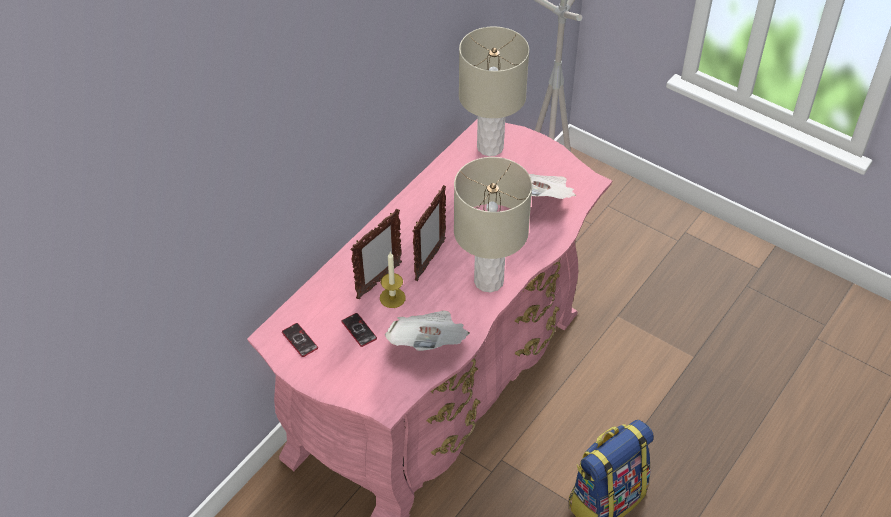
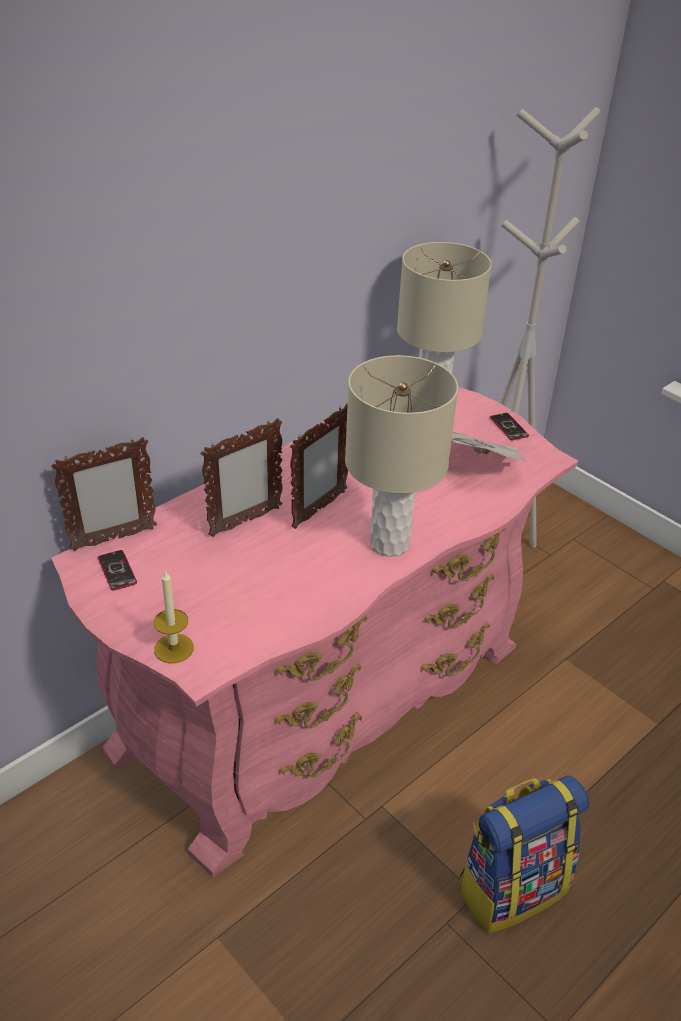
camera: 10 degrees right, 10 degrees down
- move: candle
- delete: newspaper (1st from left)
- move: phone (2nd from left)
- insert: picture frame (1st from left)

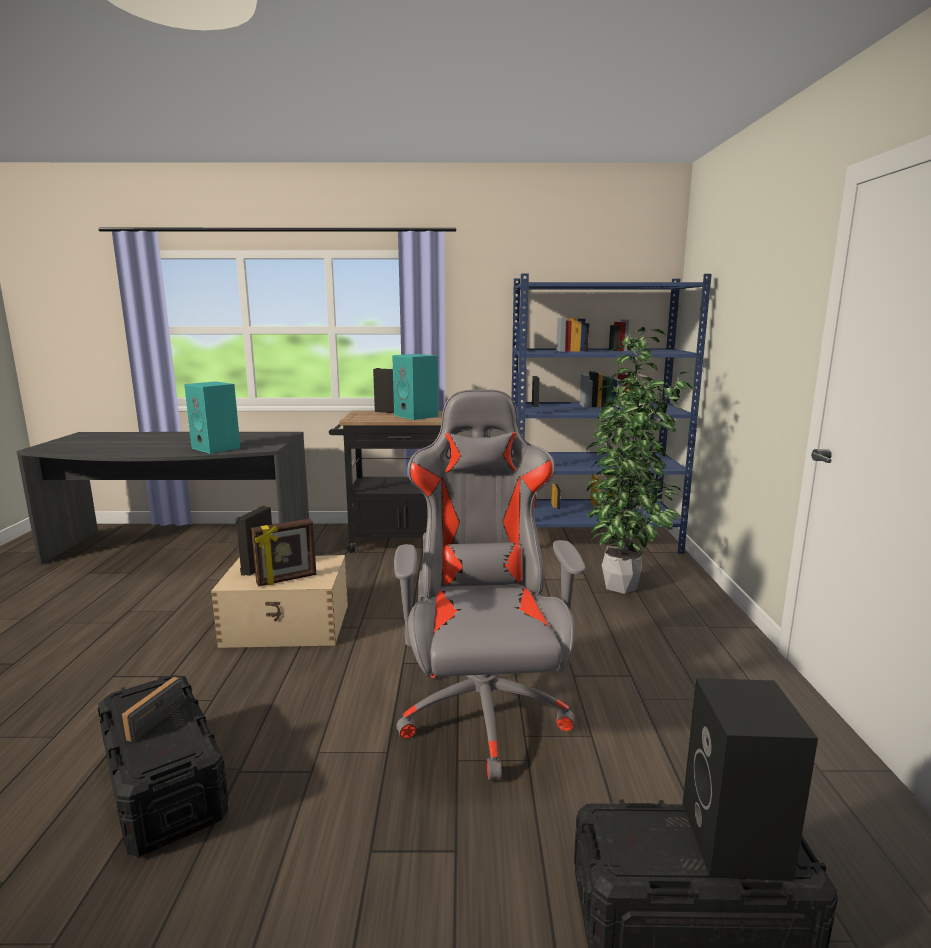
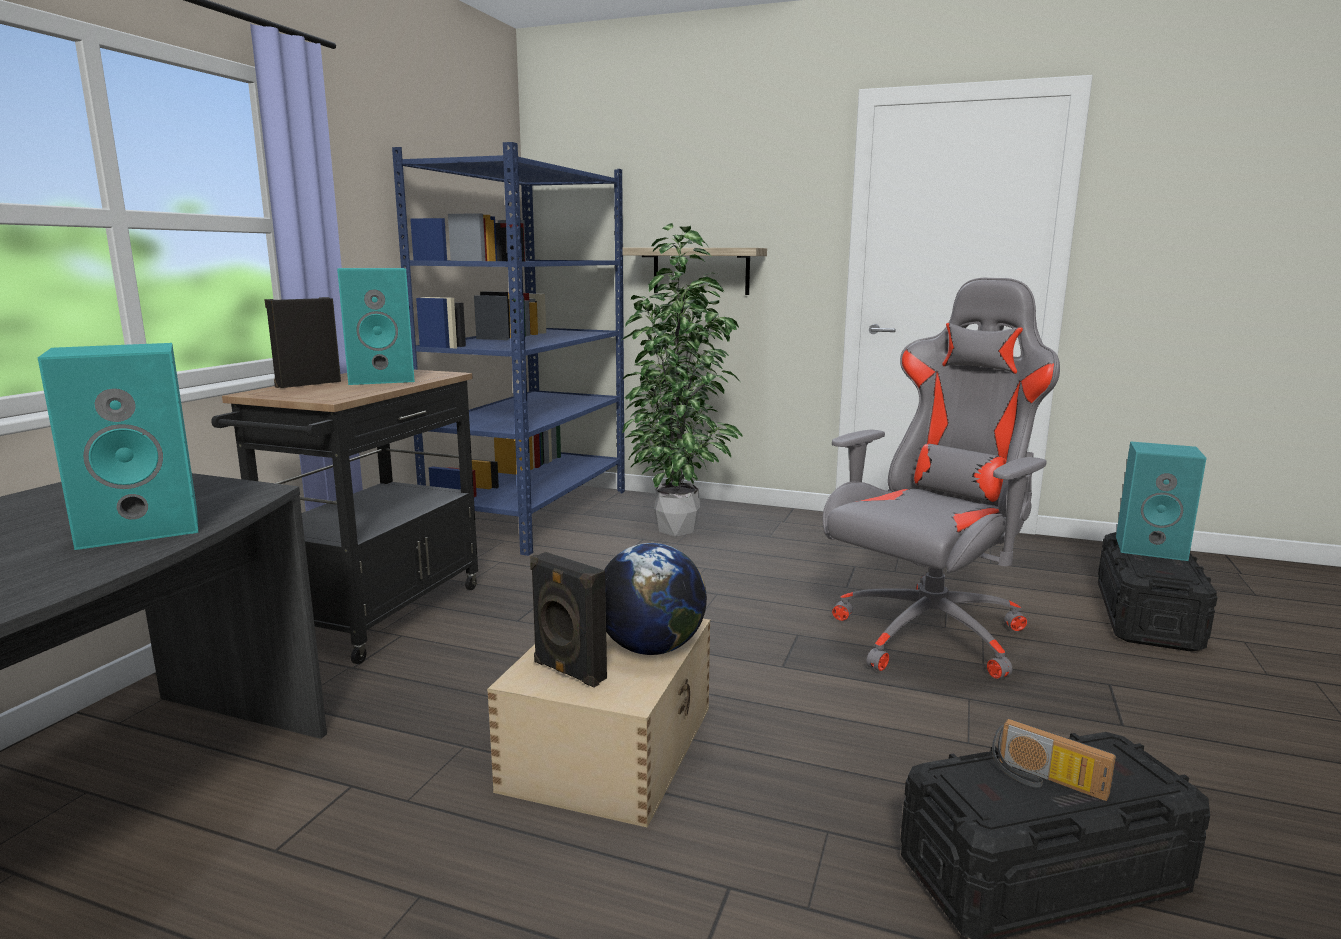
camera: 70 degrees left, 0 degrees up
- rotate: grey office chair 120 degrees clockwise
- replace: picture frame to globe
- recolor: black speaker (3rd from left) to turquoise speaker (3rd from left)
- insert: shelf

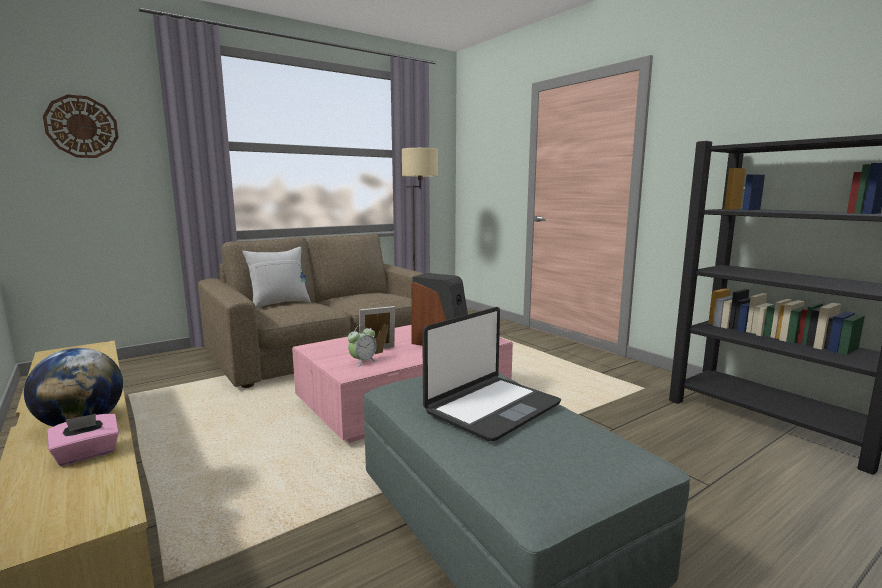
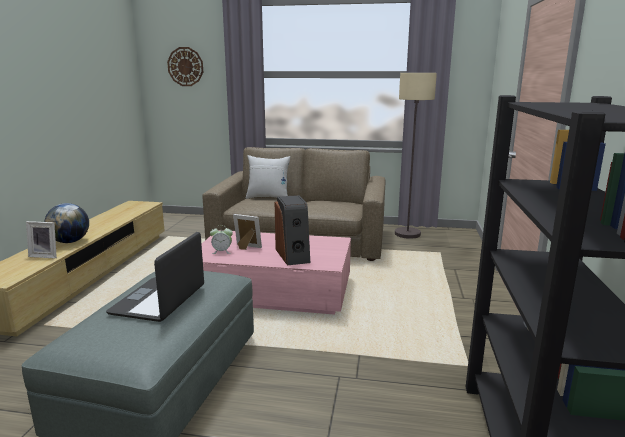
camera: 45 degrees right, 5 degrees up
- rotate: laptop 105 degrees clockwise
- replace: pink tissue box to picture frame (1st from left)

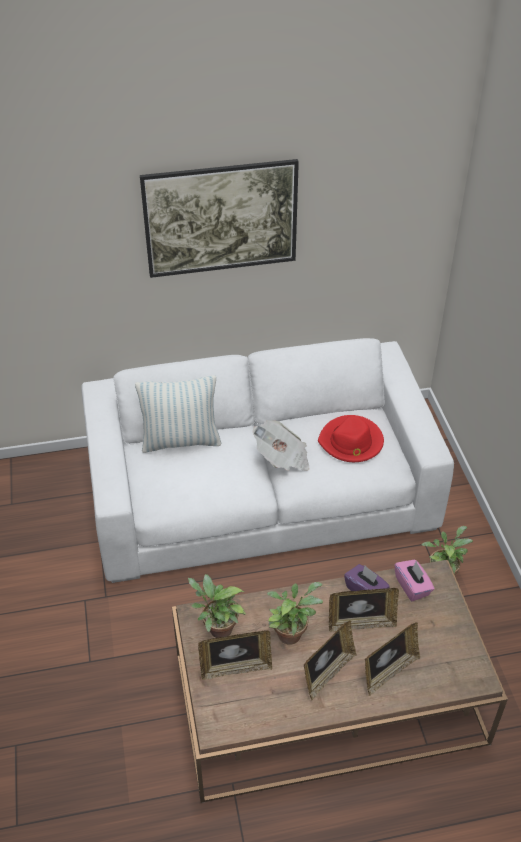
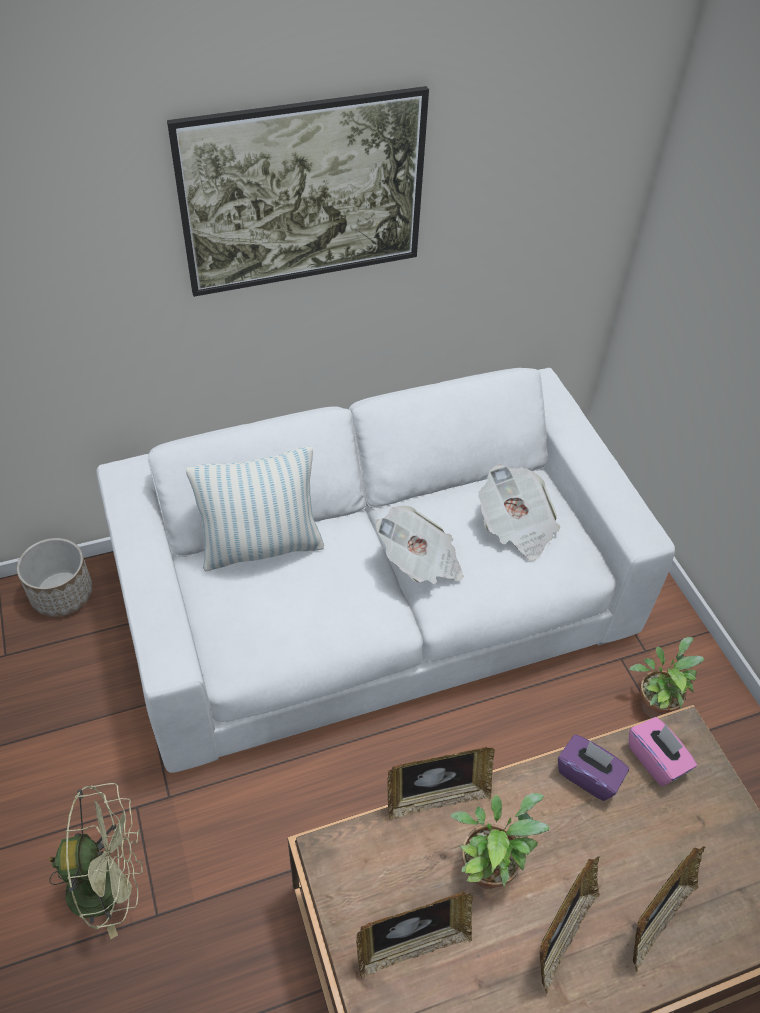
camera: 10 degrees left, 5 degrees up
- replace: red hat to newspaper (2nd from left)
- delete: potted plant (1st from left)
- move: picture frame (3rd from left in the first image) to picture frame (2nd from left)
- insert: planter
- insert: green fan

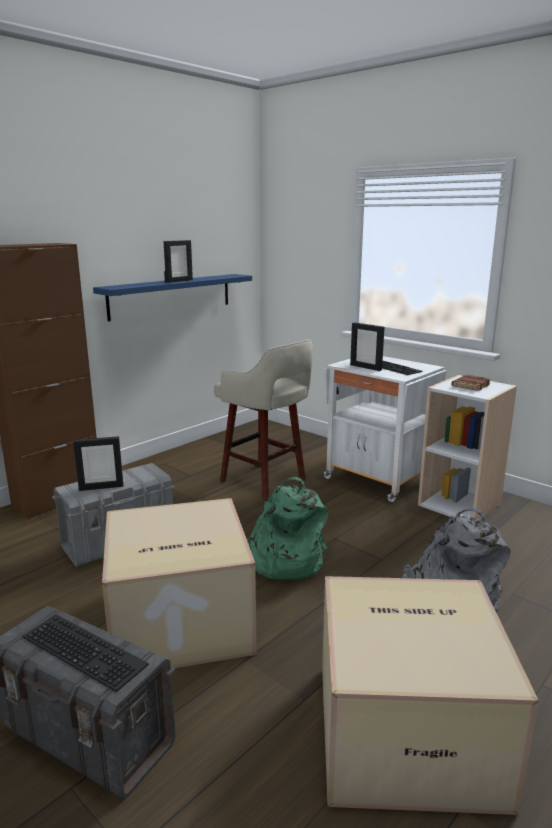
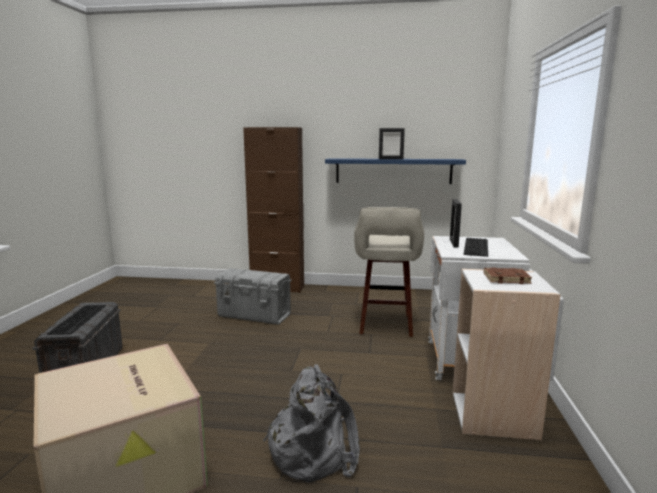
camera: 55 degrees right, 5 degrees down
- delete: picture frame (1st from left)
- delete: green backpack
- delete: cardboard box (1st from left)

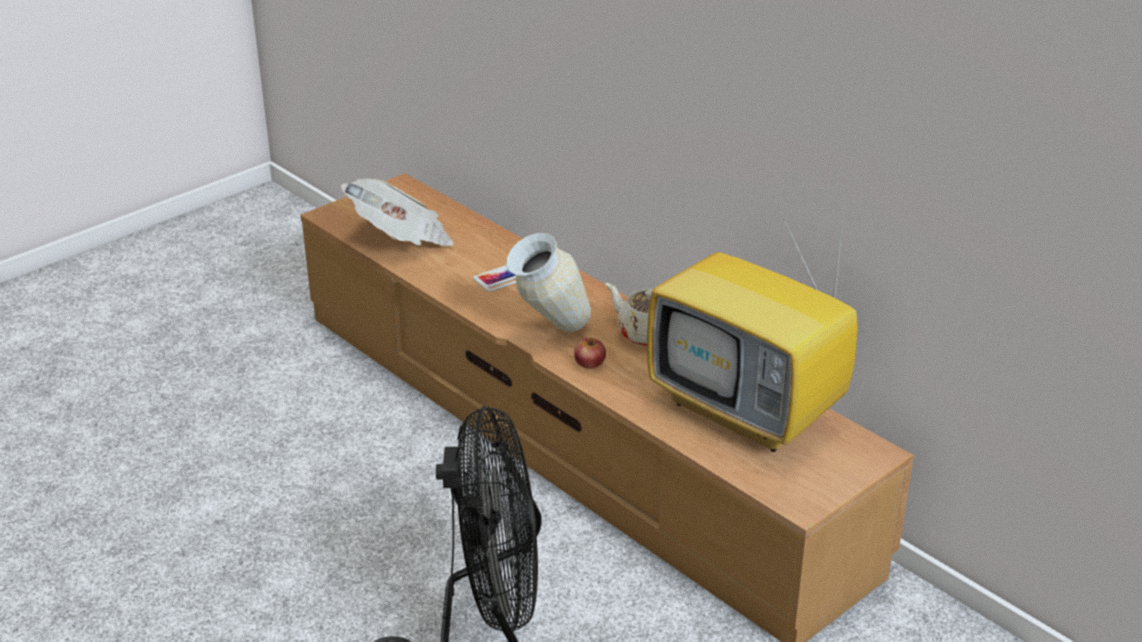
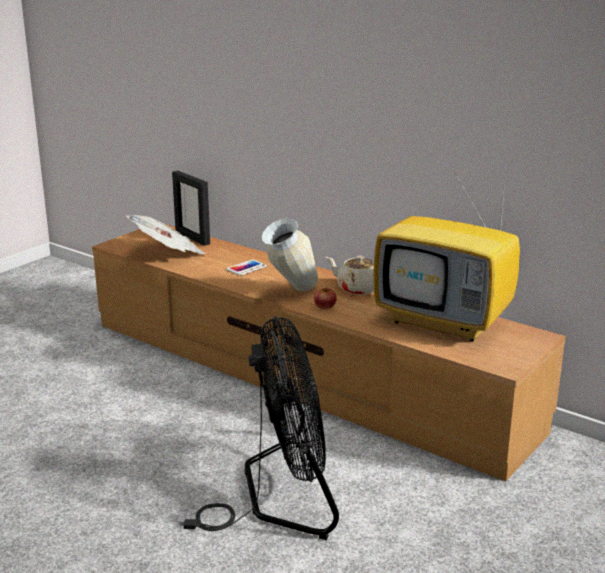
camera: 10 degrees left, 10 degrees down
- insert: picture frame

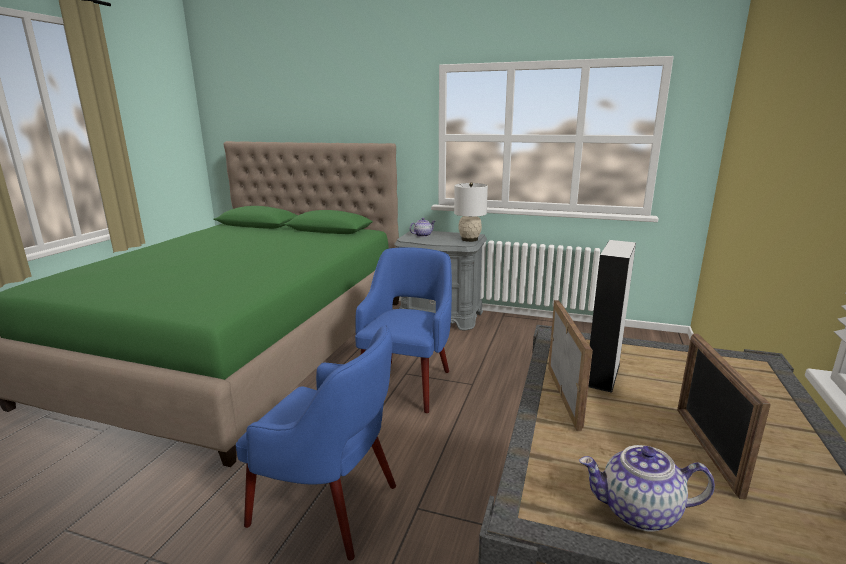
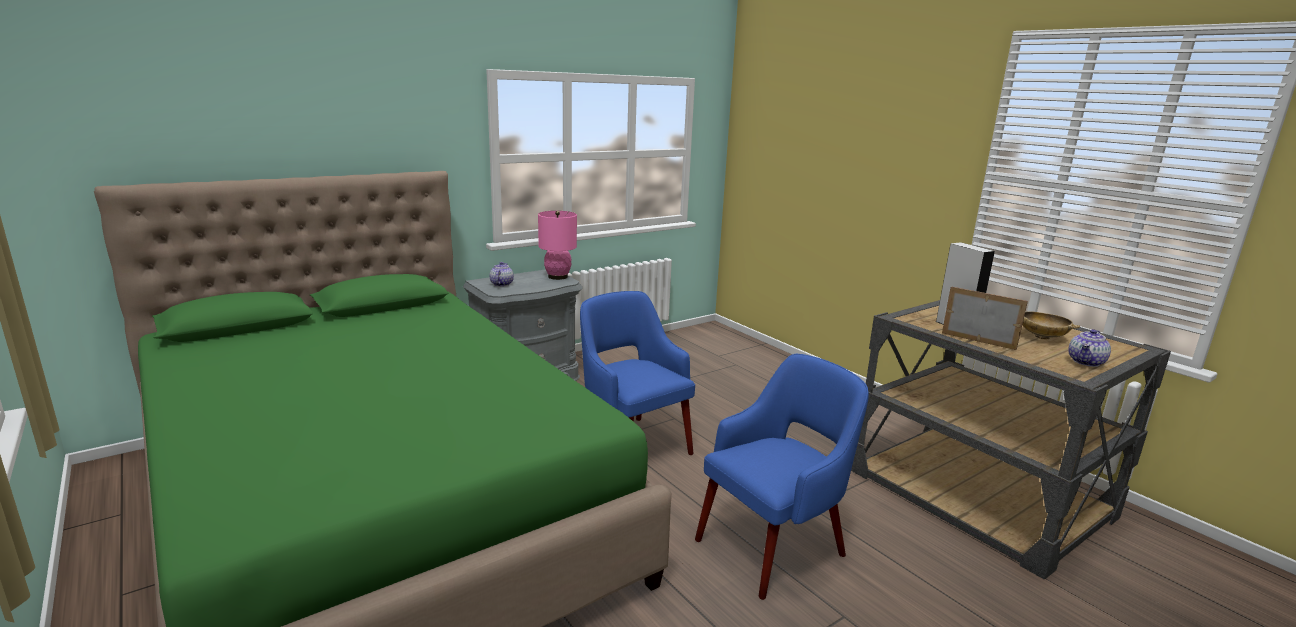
camera: 55 degrees left, 0 degrees up
- recolor: white table lamp to pink table lamp
- replace: picture frame (2nd from left) to beige bowl

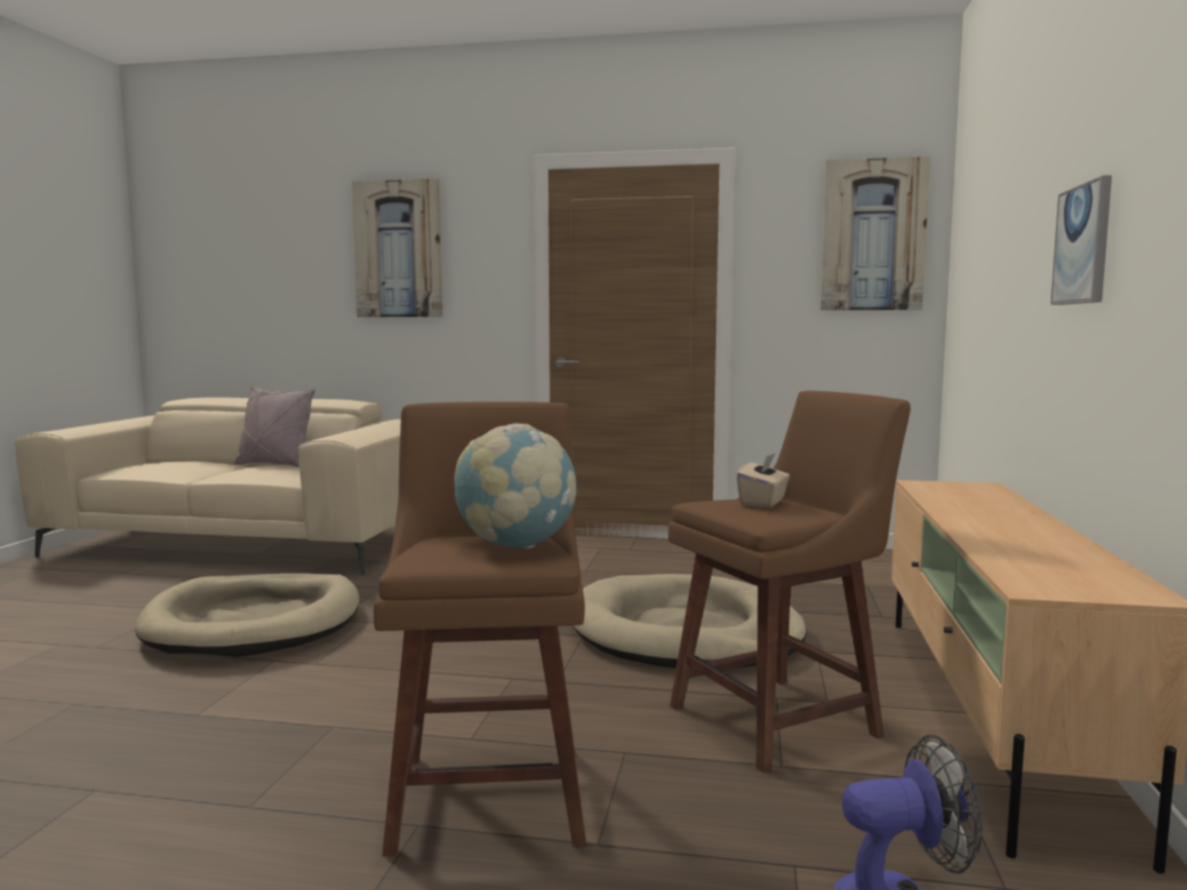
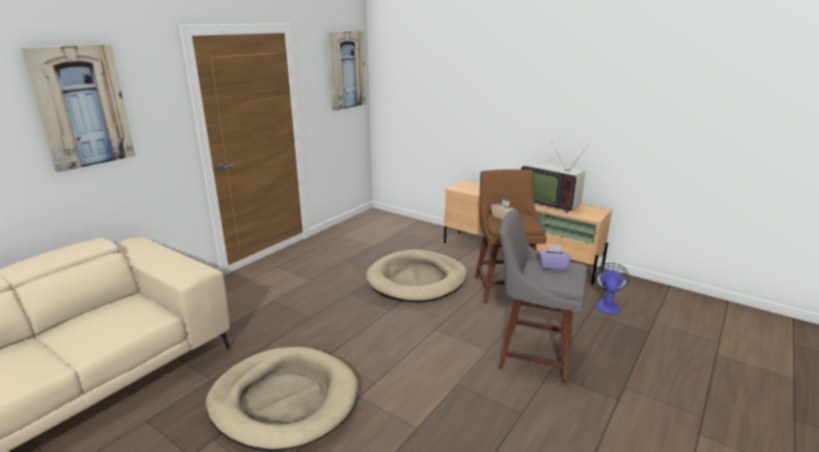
camera: 65 degrees left, 15 degrees up
- delete: picture (3rd from left)
- delete: purple pillow
- recolor: brown stool (1st from left) to grey stool
- replace: globe to purple tissue box
- insert: television

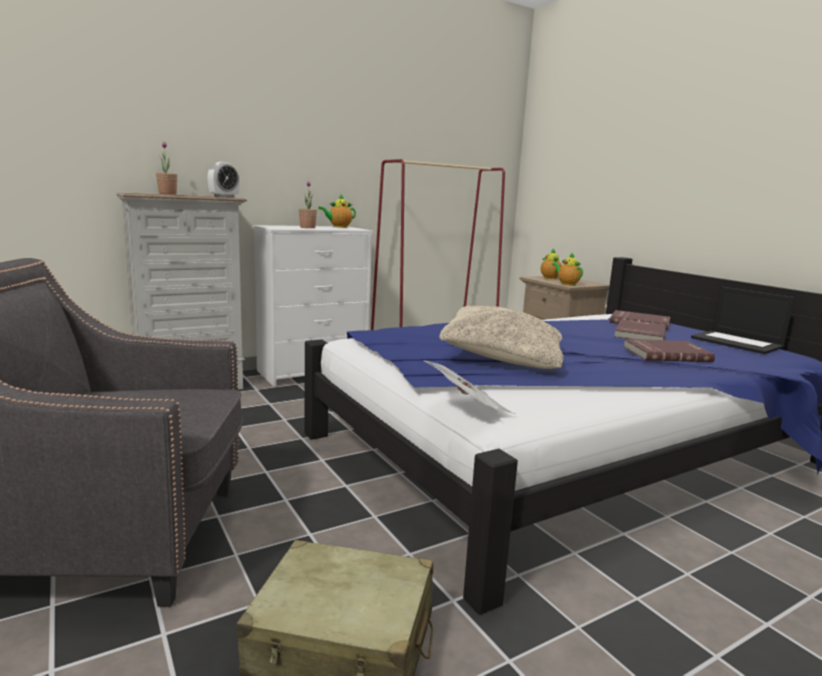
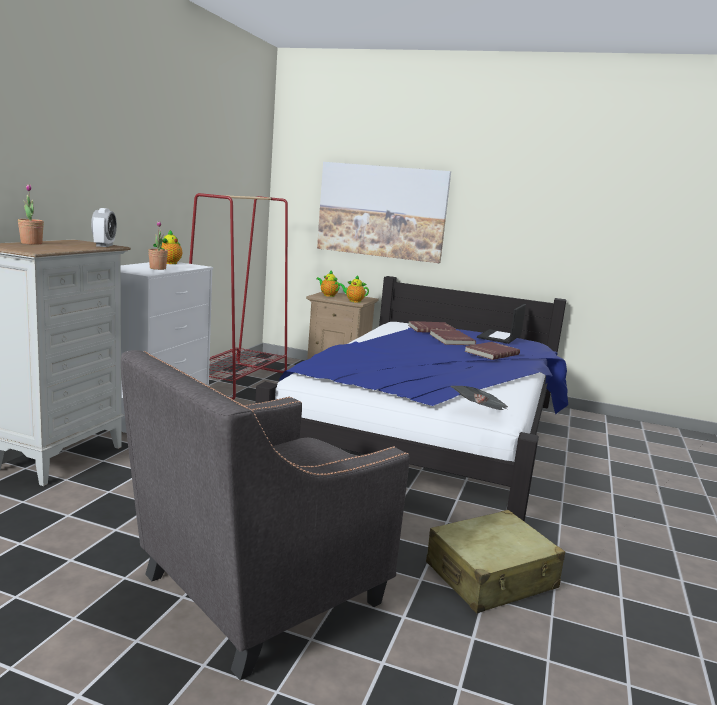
camera: 40 degrees left, 0 degrees up
- rotate: laptop 105 degrees clockwise
- delete: beige pillow
- insert: picture

